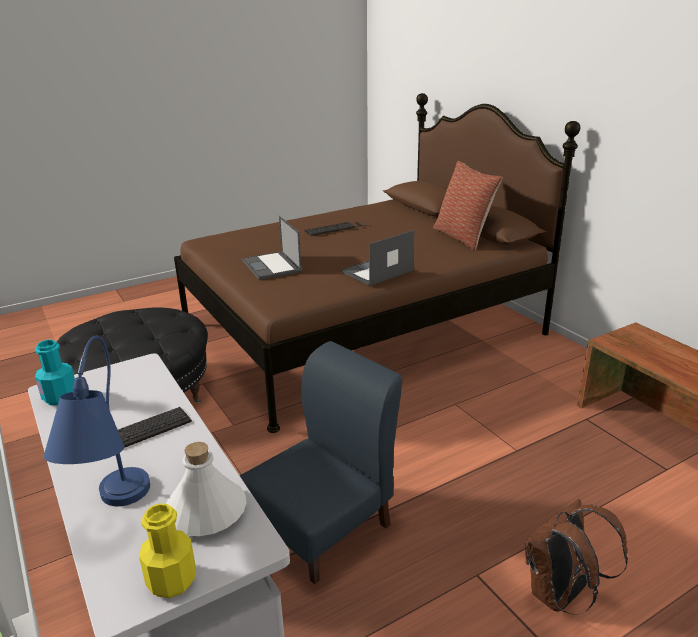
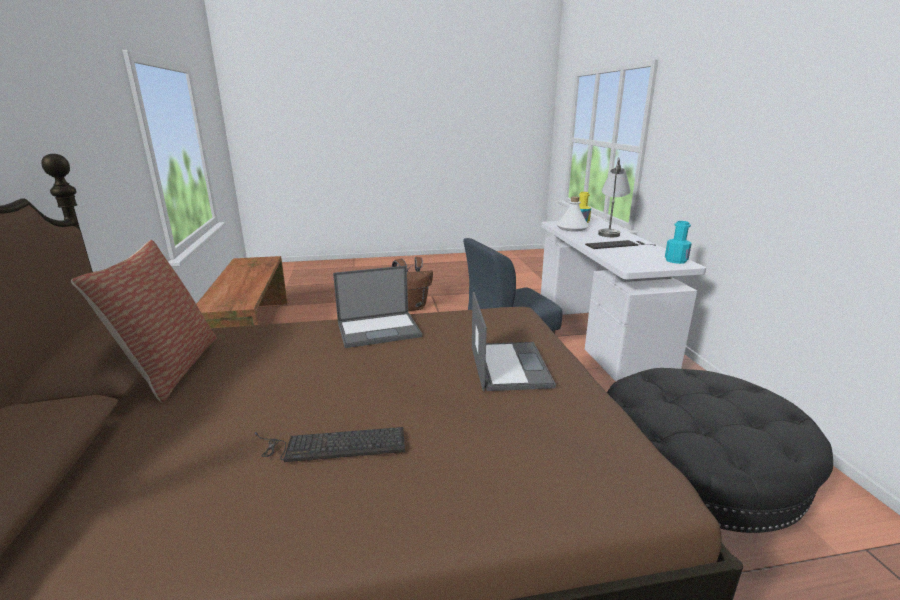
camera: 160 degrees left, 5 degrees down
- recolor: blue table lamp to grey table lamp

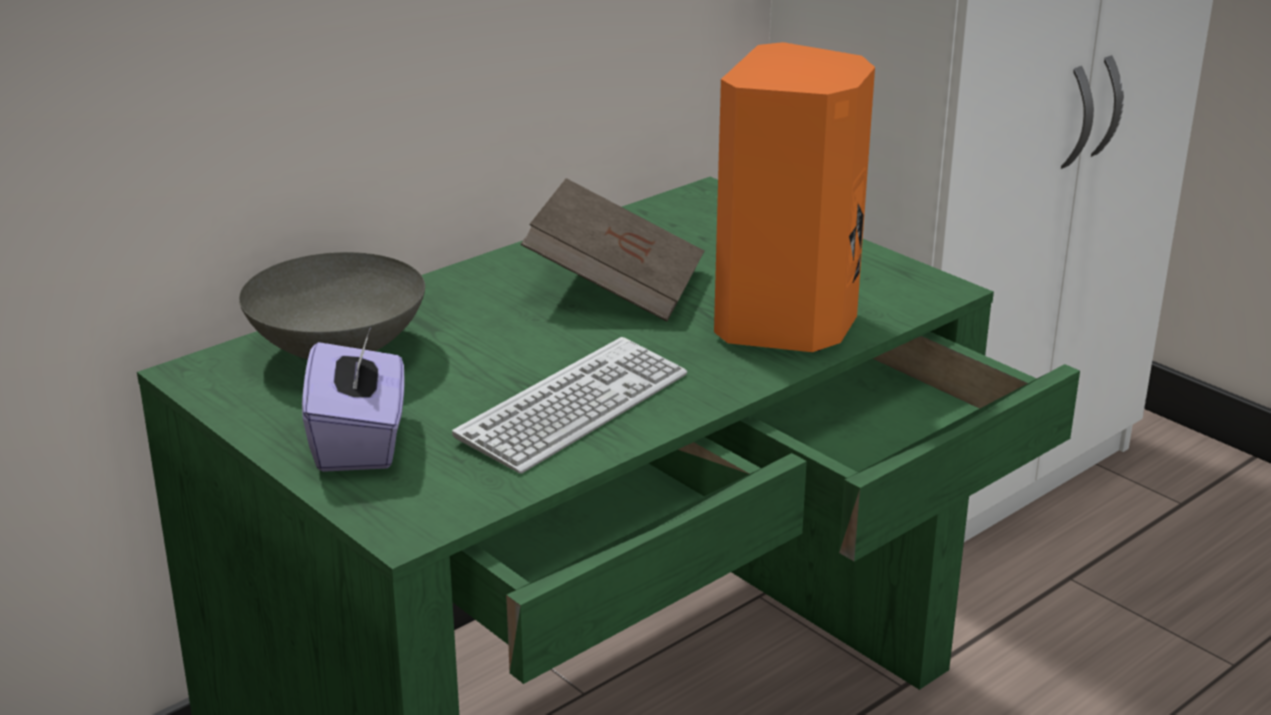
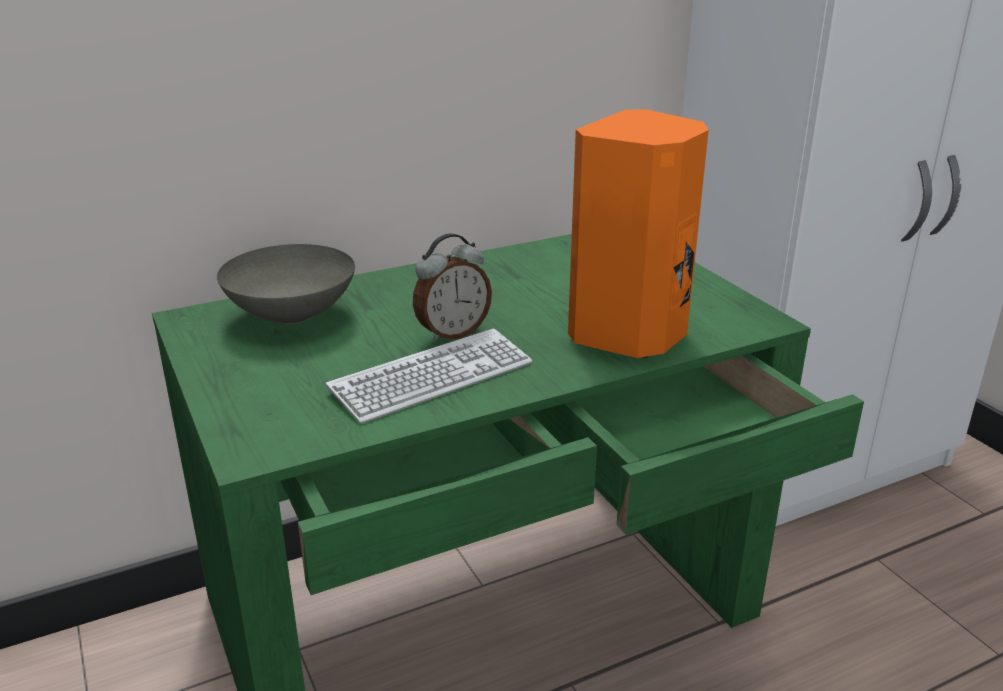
camera: 15 degrees right, 0 degrees up
- delete: brown book
- delete: purple tissue box
- insert: alarm clock

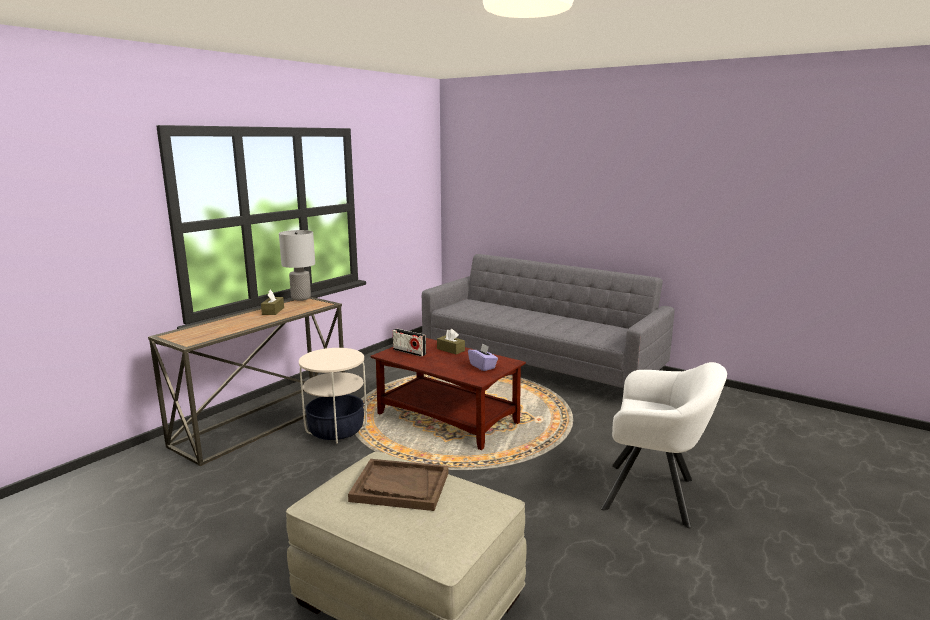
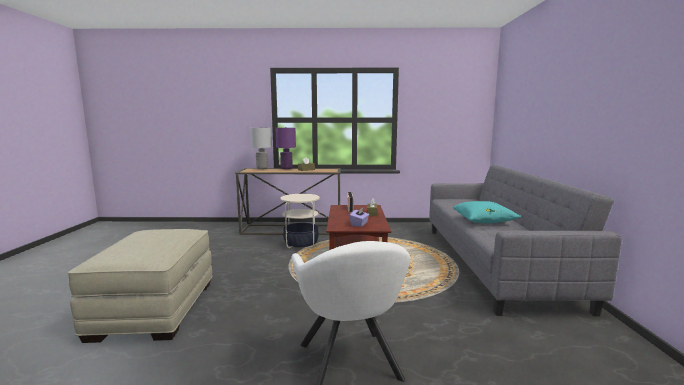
camera: 55 degrees right, 5 degrees down
- move: grey table lamp
- delete: brown tray
- insert: purple table lamp
- insert: turquoise pillow

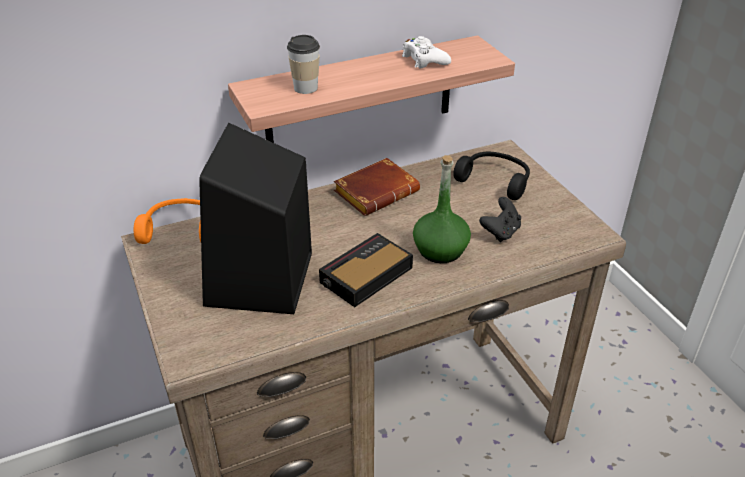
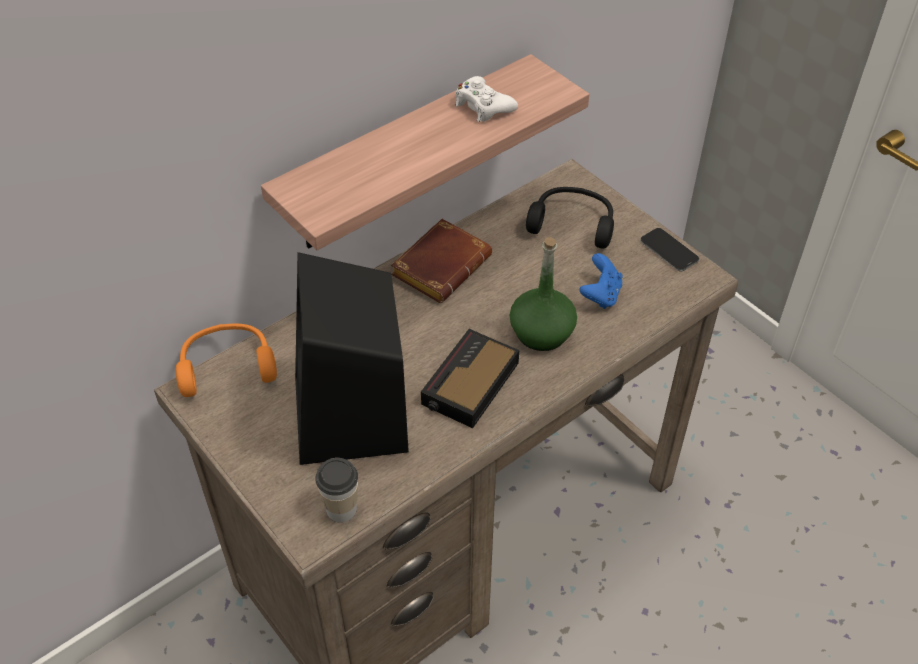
camera: 15 degrees left, 10 degrees up
- move: cup
- recolor: black game controller to blue game controller
- insert: phone

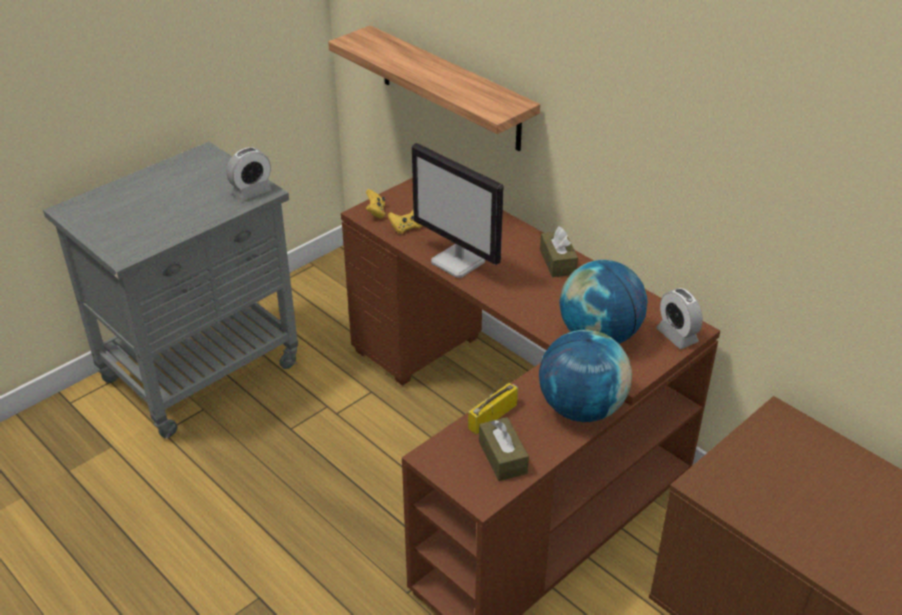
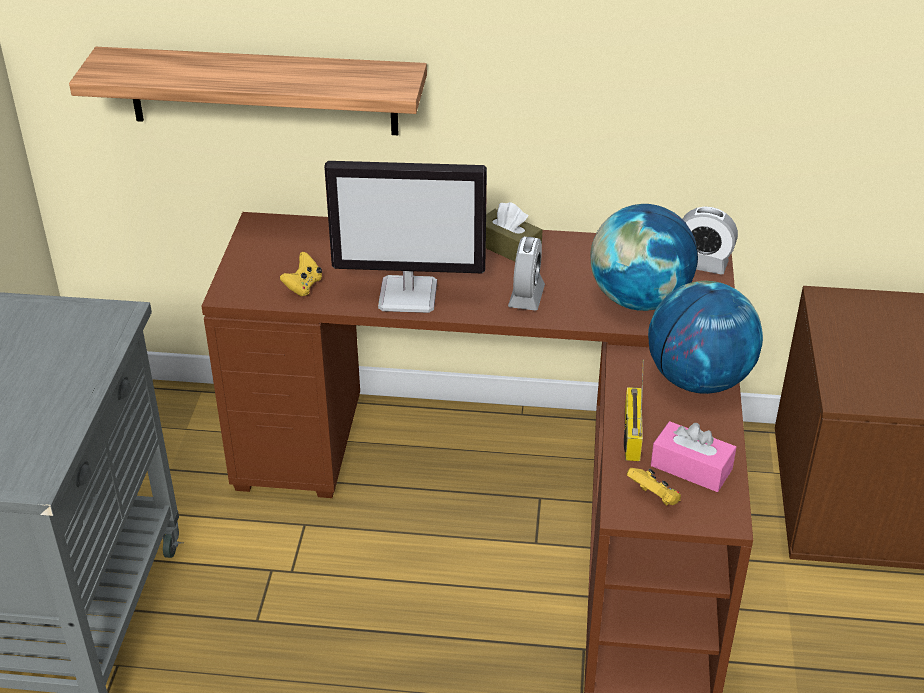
camera: 40 degrees left, 0 degrees up
- move: alarm clock (1st from left)
- move: yellow game controller (1st from left in the first image) to yellow game controller (2nd from left)
- recolor: brown tissue box (1st from left) to pink tissue box

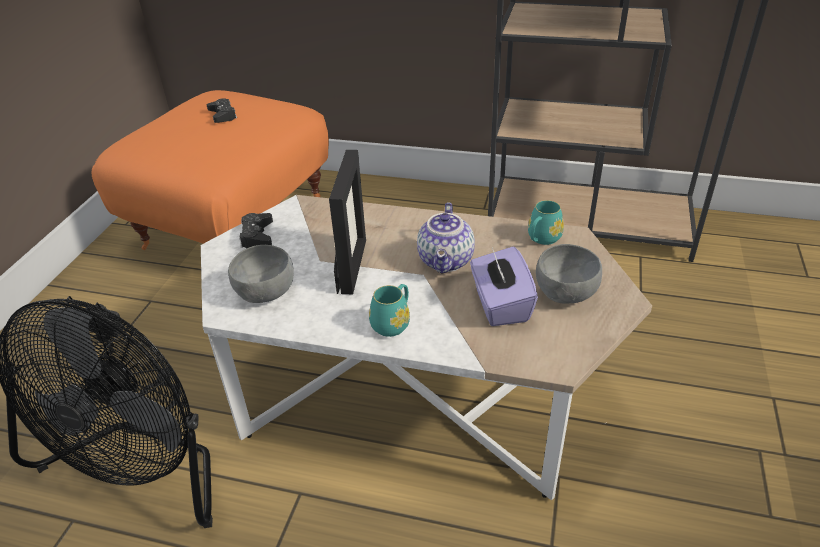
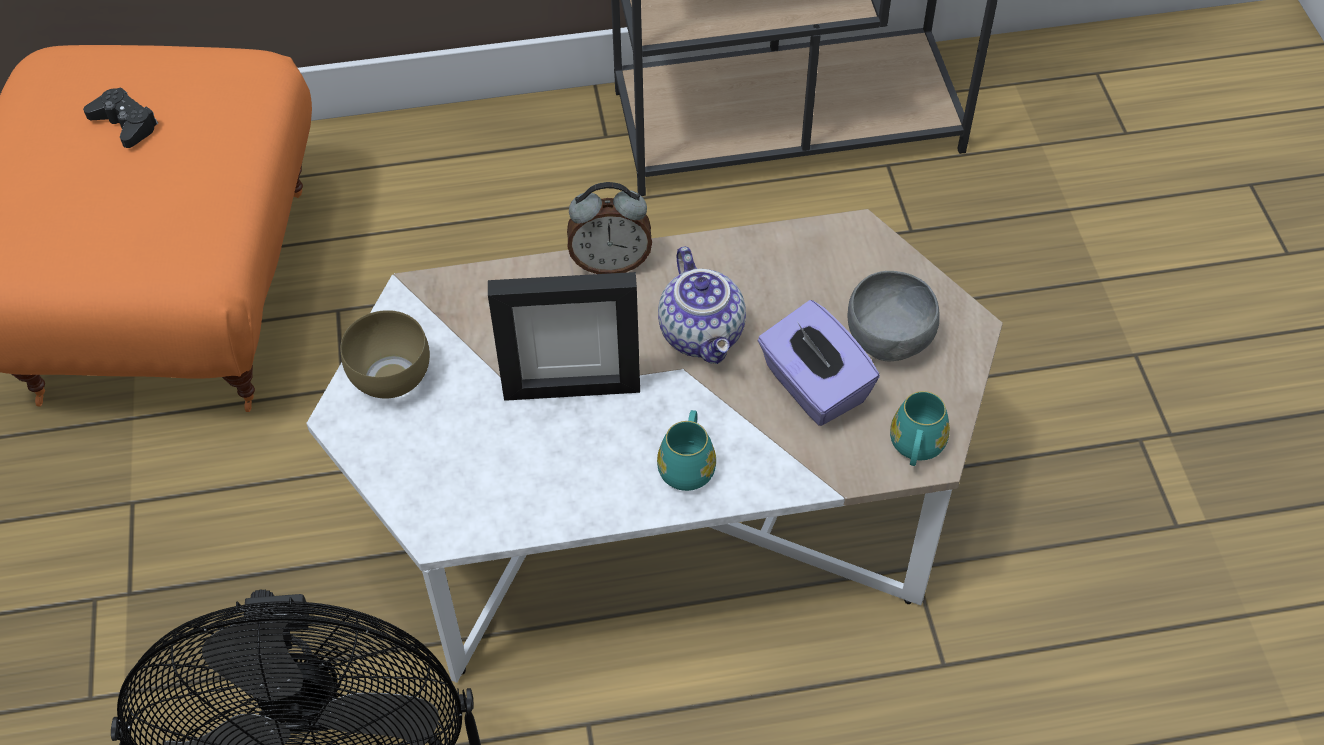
camera: 25 degrees left, 15 degrees up
- rotate: picture frame 105 degrees clockwise
- move: turquoise mug (2nd from left)
- replace: black game controller (2nd from left) to brown bowl
- delete: grey bowl (1st from left)
- insert: alarm clock

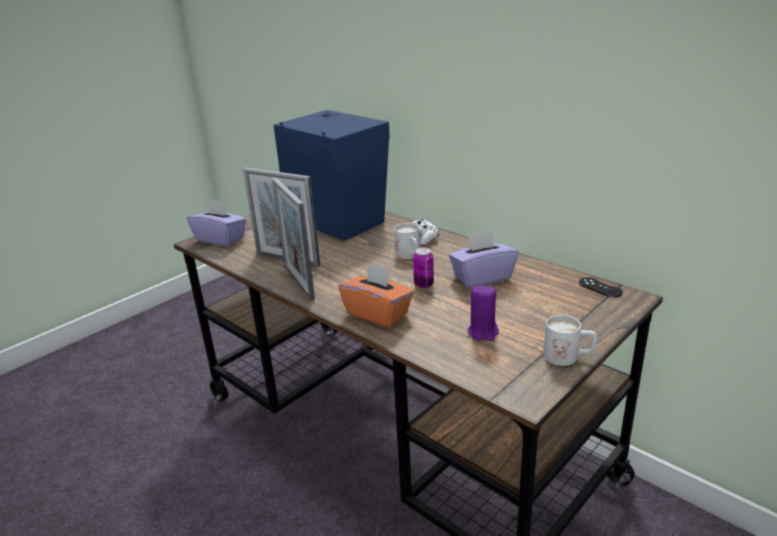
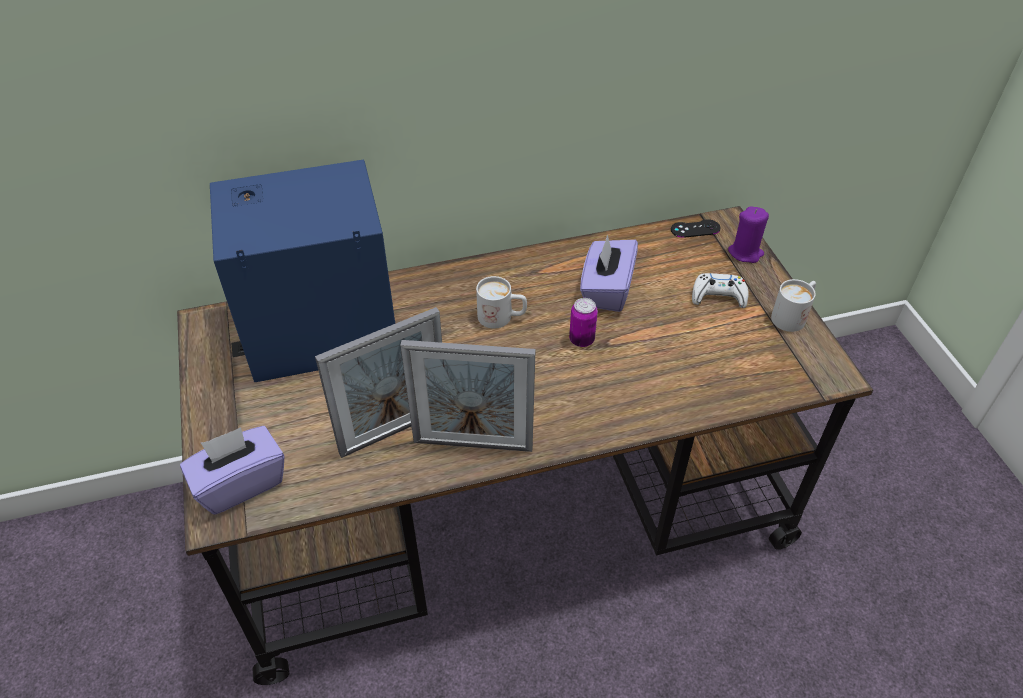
camera: 60 degrees left, 20 degrees up
- move: white game controller
- delete: orange tissue box
- move: purple candle

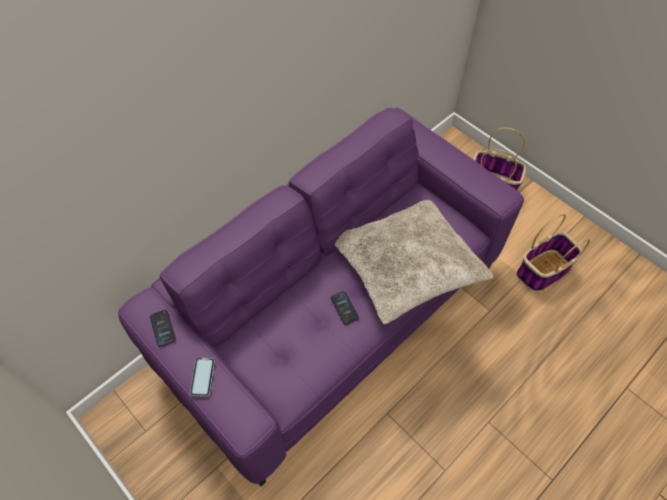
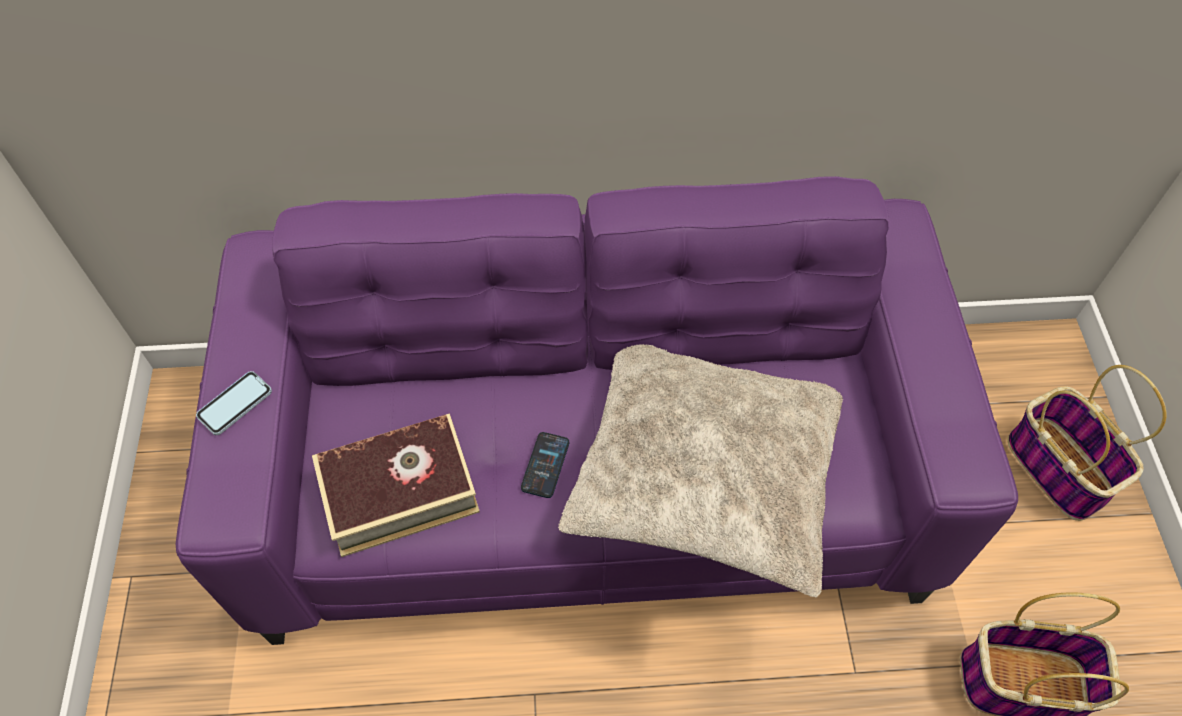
camera: 40 degrees right, 0 degrees up
- delete: phone (1st from left)
- insert: book

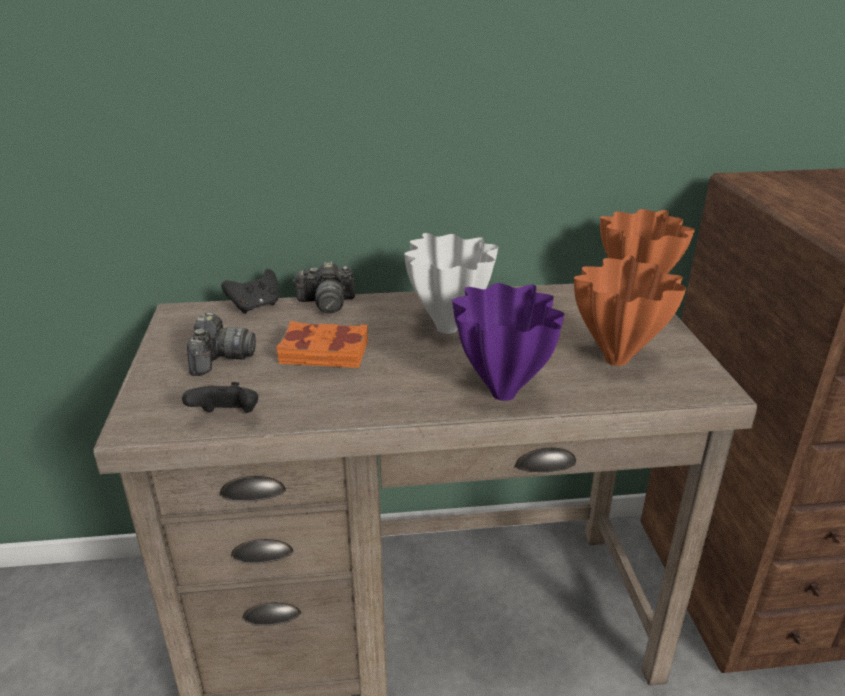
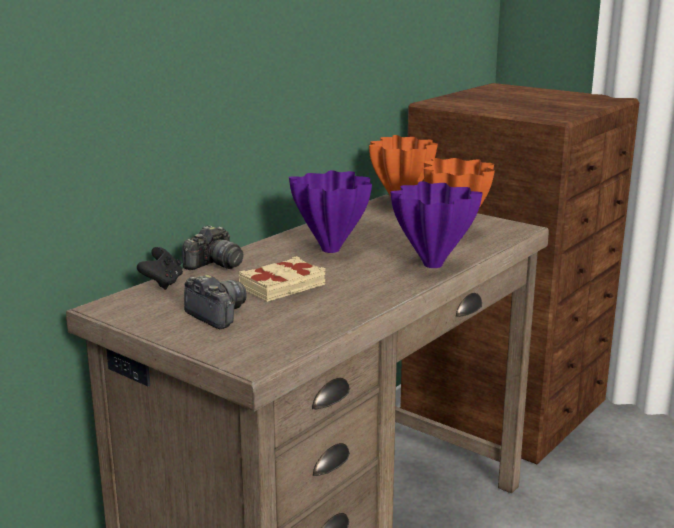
camera: 45 degrees left, 10 degrees down
- recolor: white vase to purple vase (1st from left)
- recolor: orange book to beige book
- delete: black game controller (1st from left)

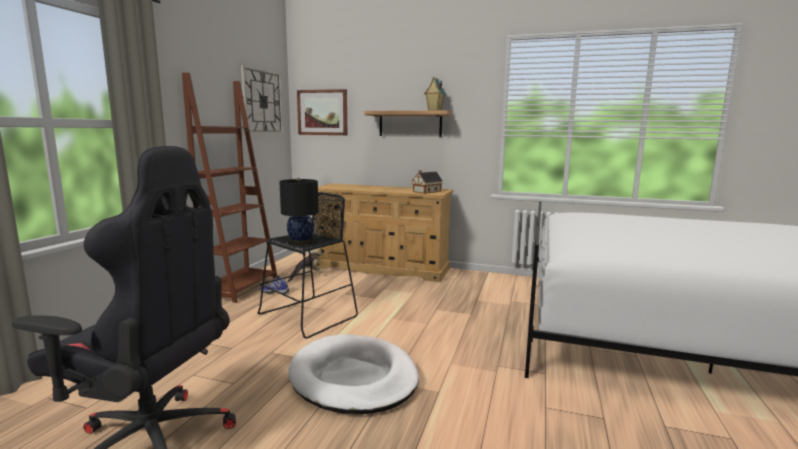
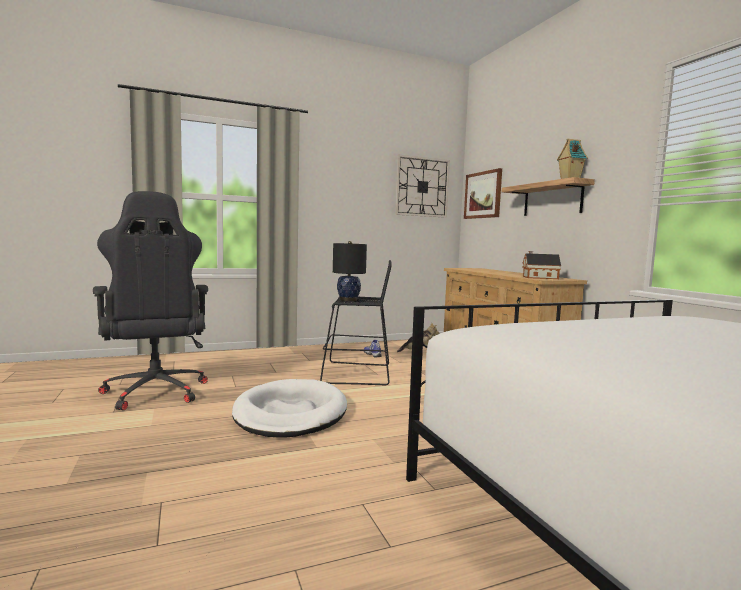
camera: 50 degrees right, 5 degrees down
- delete: brown bookcase

